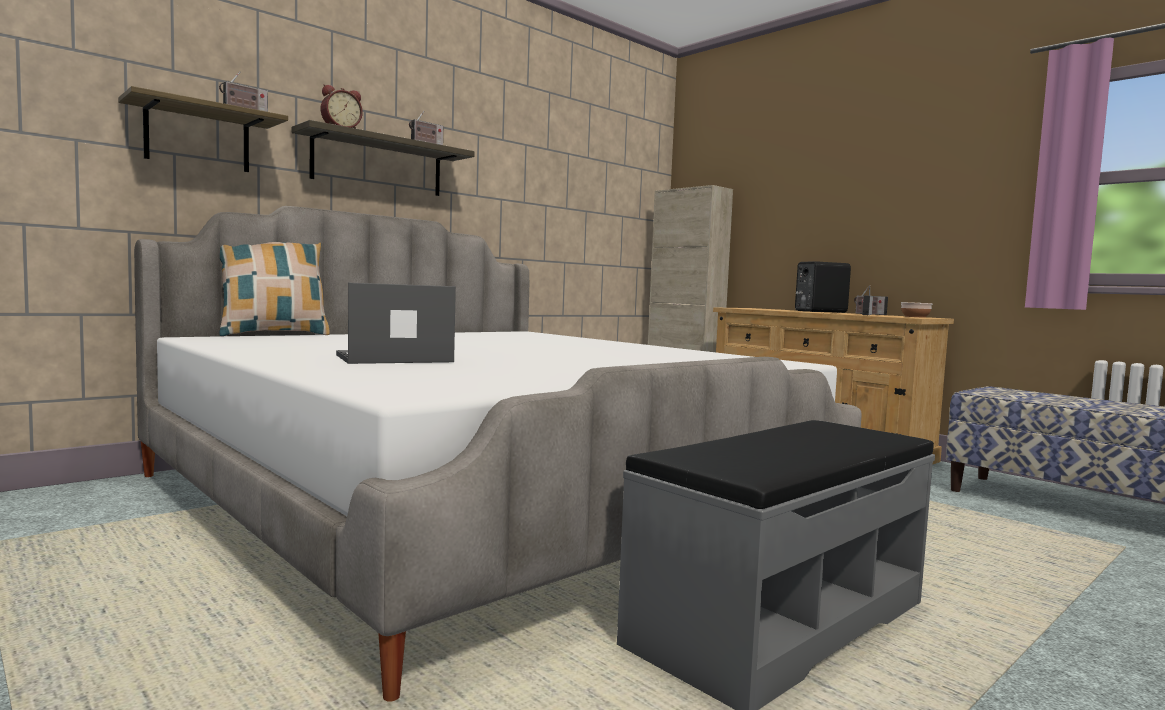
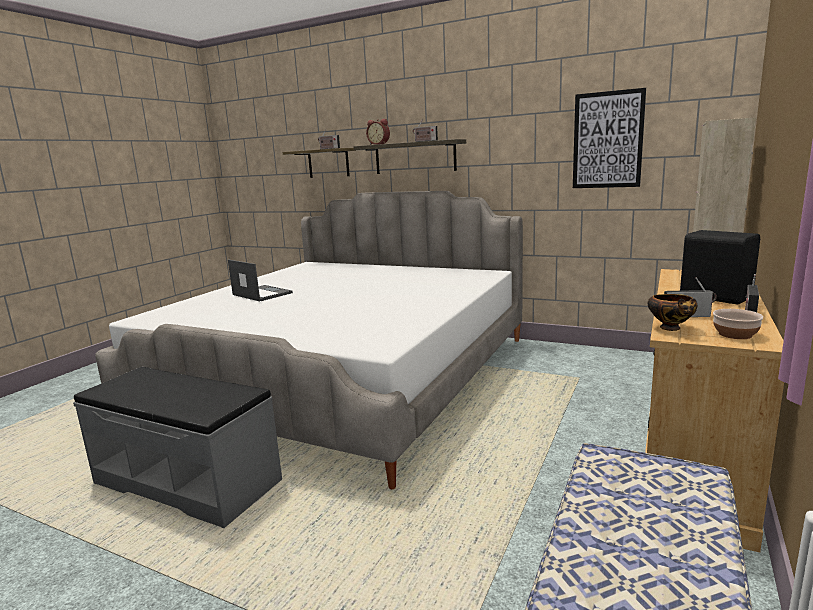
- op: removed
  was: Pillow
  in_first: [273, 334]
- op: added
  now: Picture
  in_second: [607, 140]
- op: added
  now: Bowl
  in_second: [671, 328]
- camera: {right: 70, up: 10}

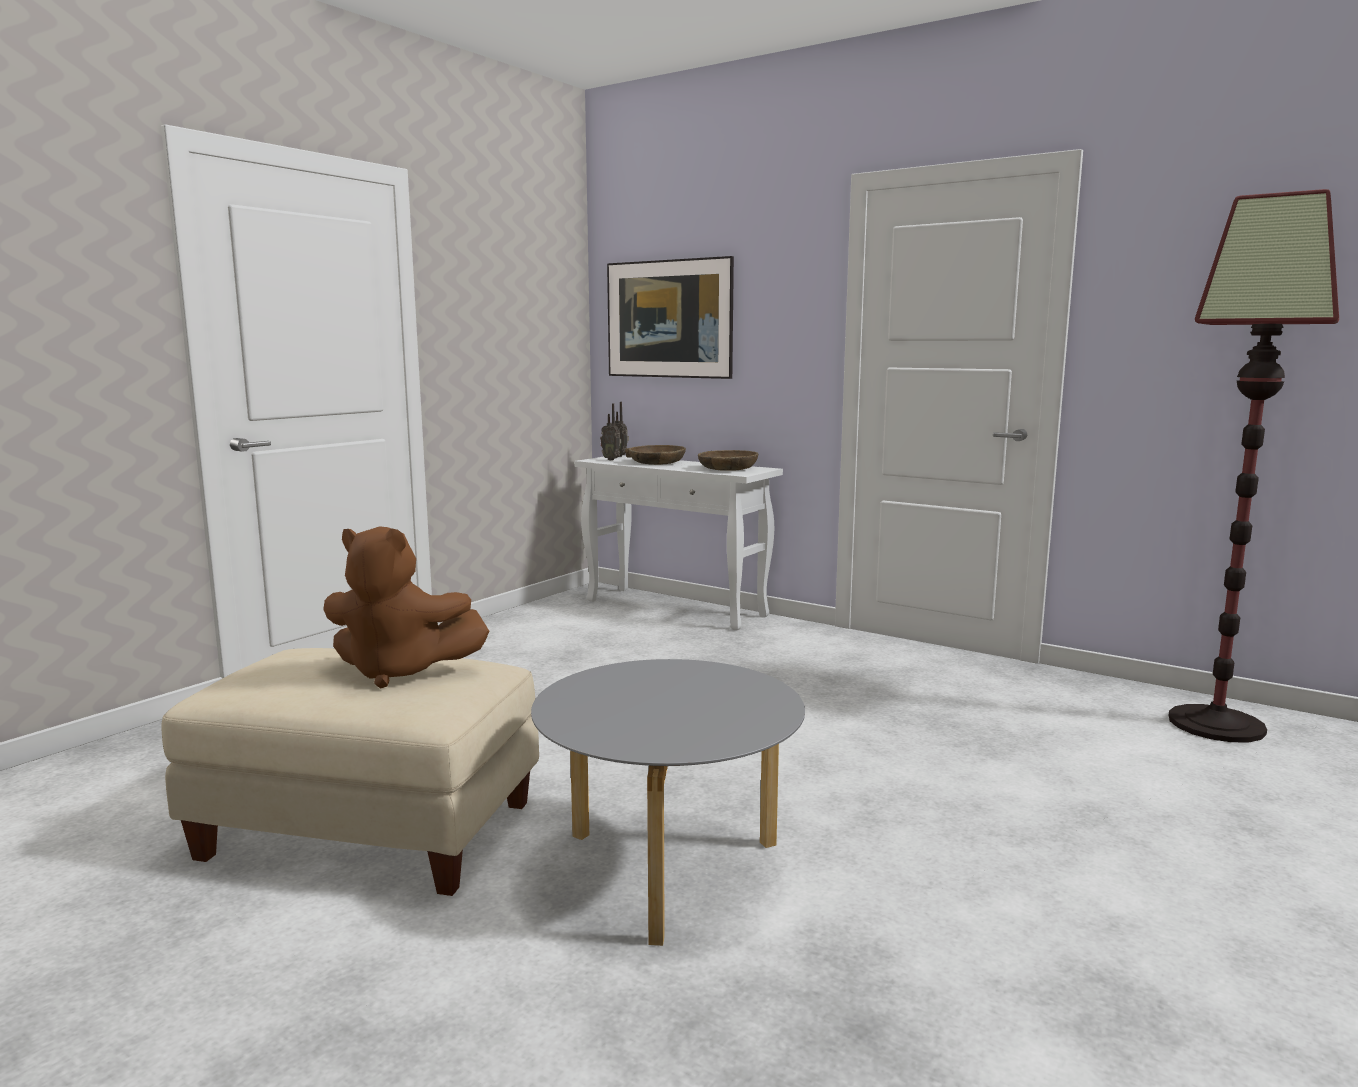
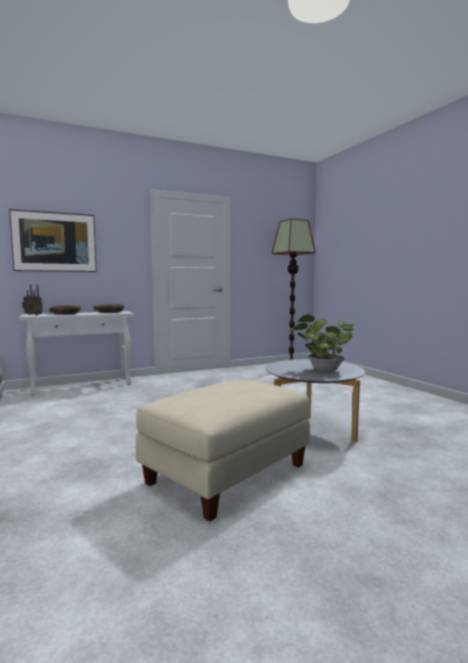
- op: removed
  was: BrownPlushToy
  in_first: [400, 672]
- op: added
  now: PottedPlant
  in_second: [322, 370]
- camera: {right: -60, up: -5}

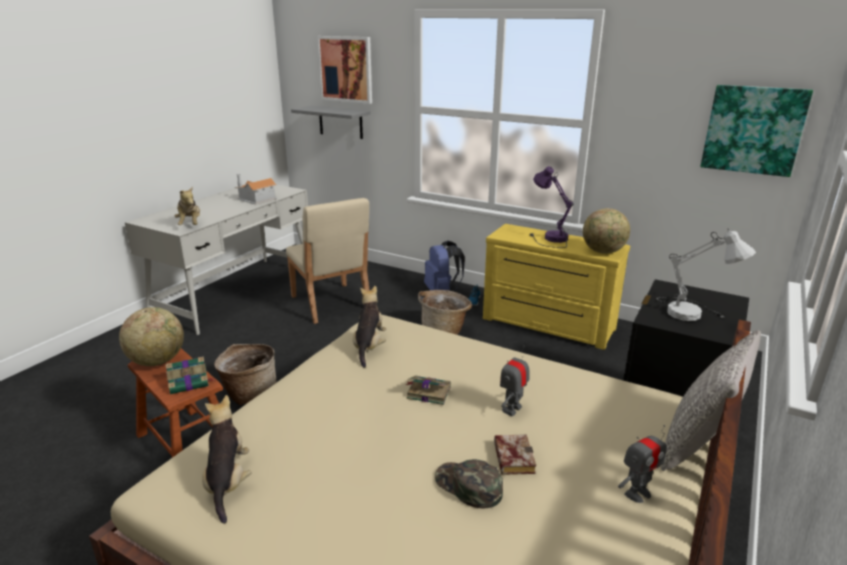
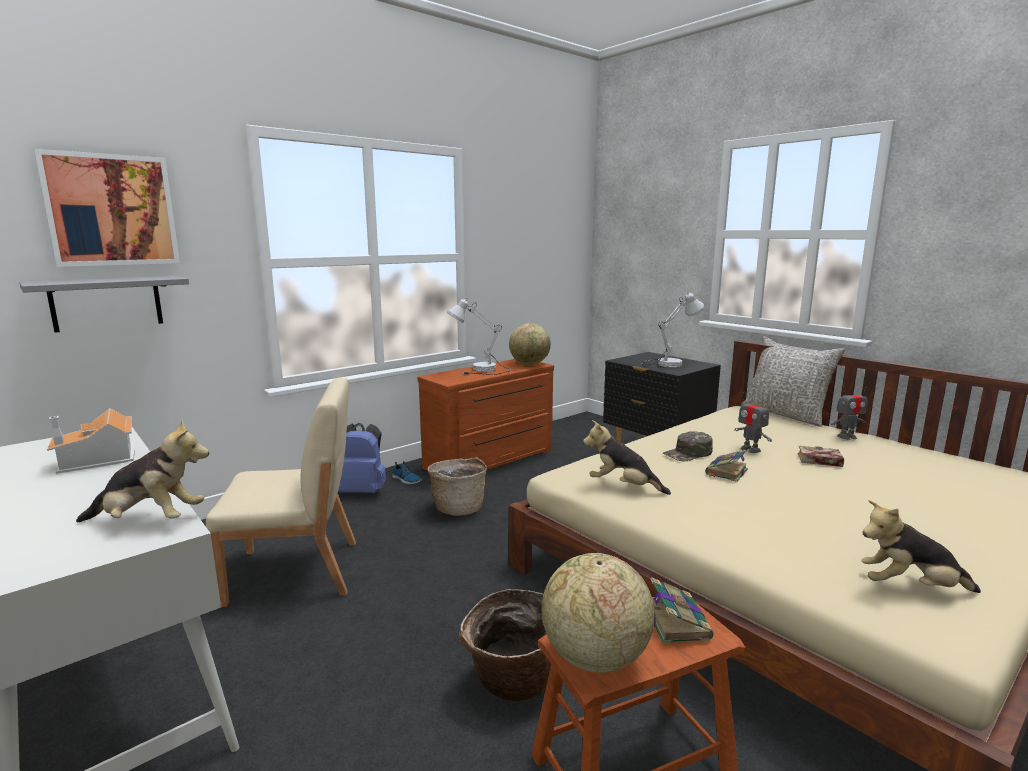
- op: moved
  was: GreenCap
  in_first: [468, 486]
  in_second: [688, 453]
- op: recoloured
  was: YellowDresser
  now: BrownDresser
  in_first: [547, 325]
  in_second: [491, 460]
- op: recoloured
  was: PurpleTableLamp
  now: WhiteTableLamp
  in_first: [548, 239]
  in_second: [480, 371]
- op: turned
  was: ToyRobot
  in_first: [637, 493]
  in_second: [847, 437]
  clockwise: 90
- op: removed
  was: Picture
  in_first: [753, 130]
- camera: {right: -70, up: -10}

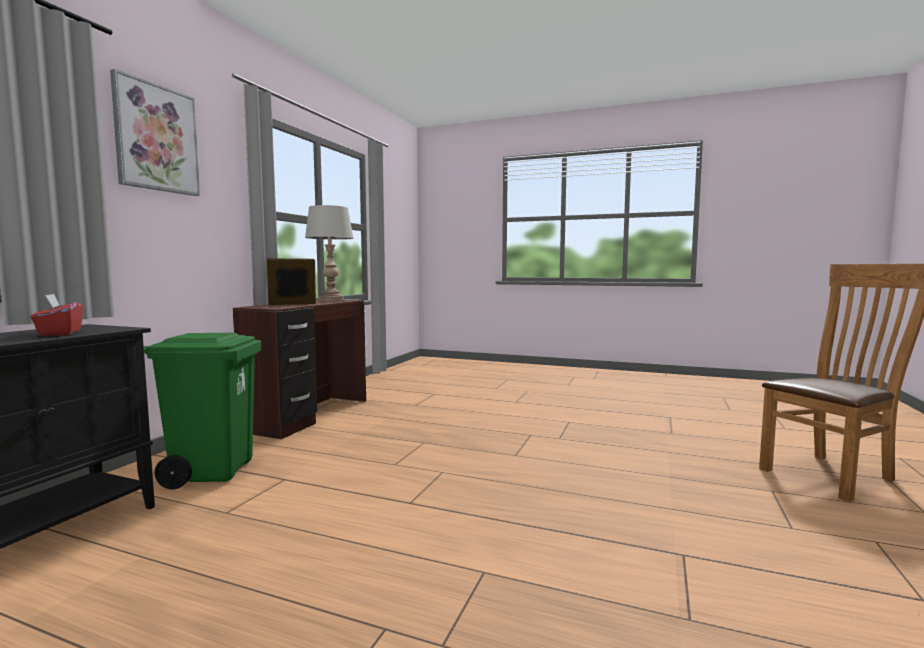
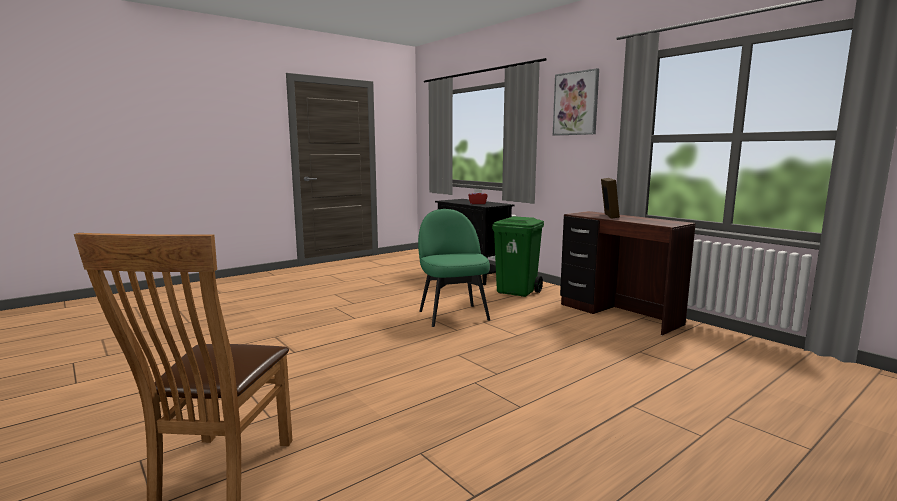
- op: removed
  was: GreyTableLamp
  in_first: [331, 300]
- op: added
  now: GreenChair
  in_second: [453, 315]
- camera: {right: 120, up: 5}

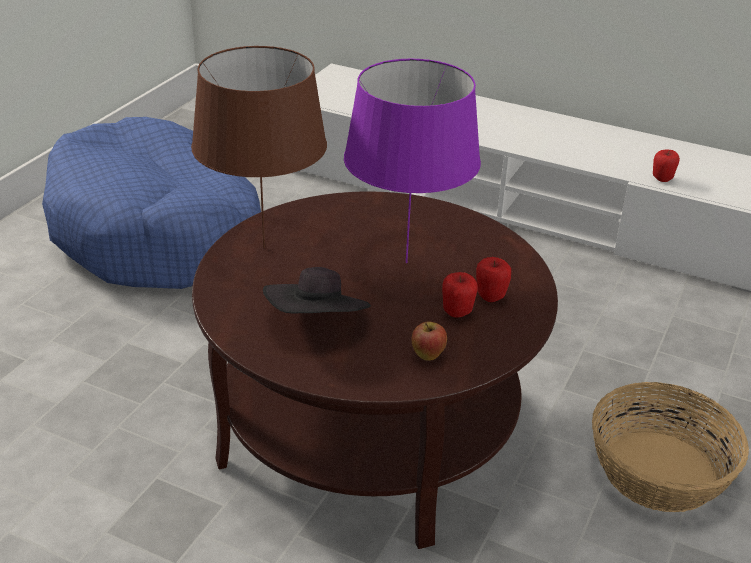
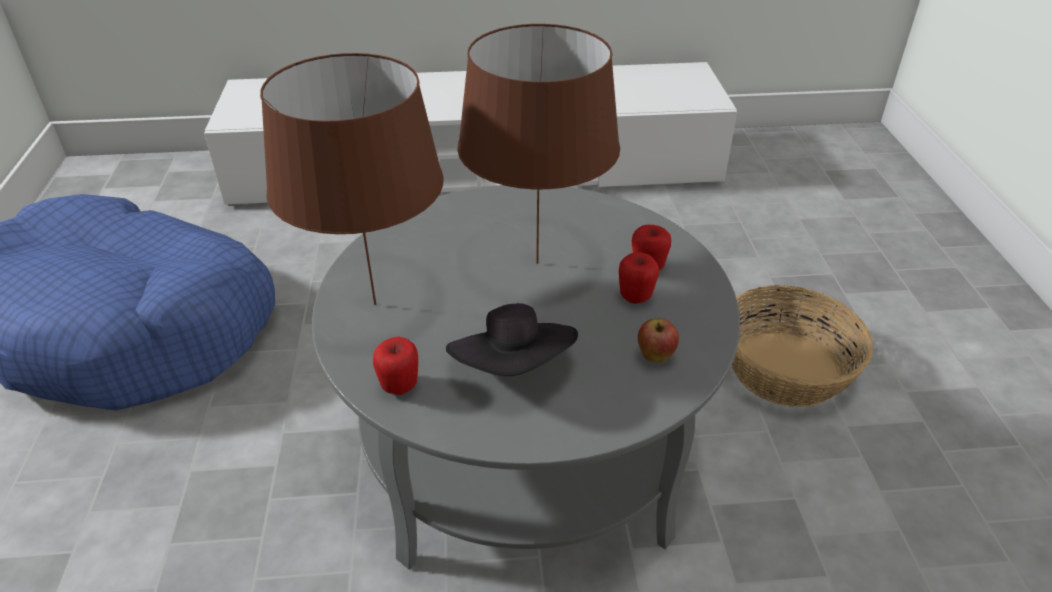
- op: recoloured
  was: BrownCoffeeTable
  now: GreyCoffeeTable
  in_first: [370, 430]
  in_second: [525, 447]
- op: recoloured
  was: PurpleTableLamp
  now: BrownTableLamp
  in_first: [407, 262]
  in_second: [538, 262]
- op: moved
  was: Apple
  in_first: [662, 179]
  in_second: [399, 386]
- camera: {right: -30, up: 5}

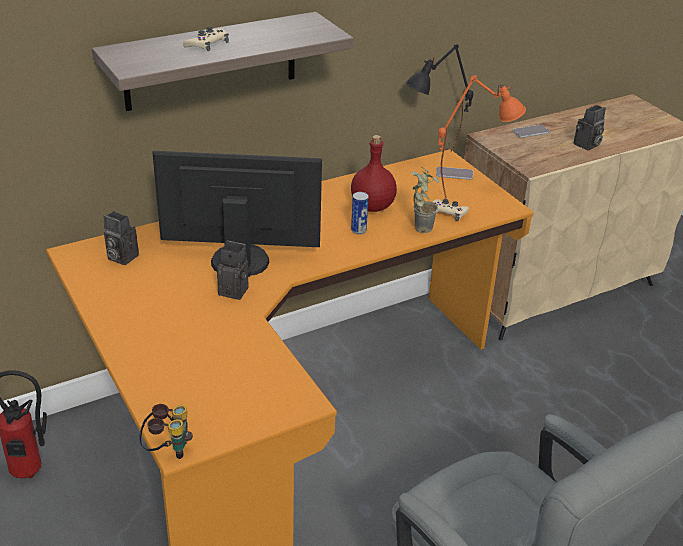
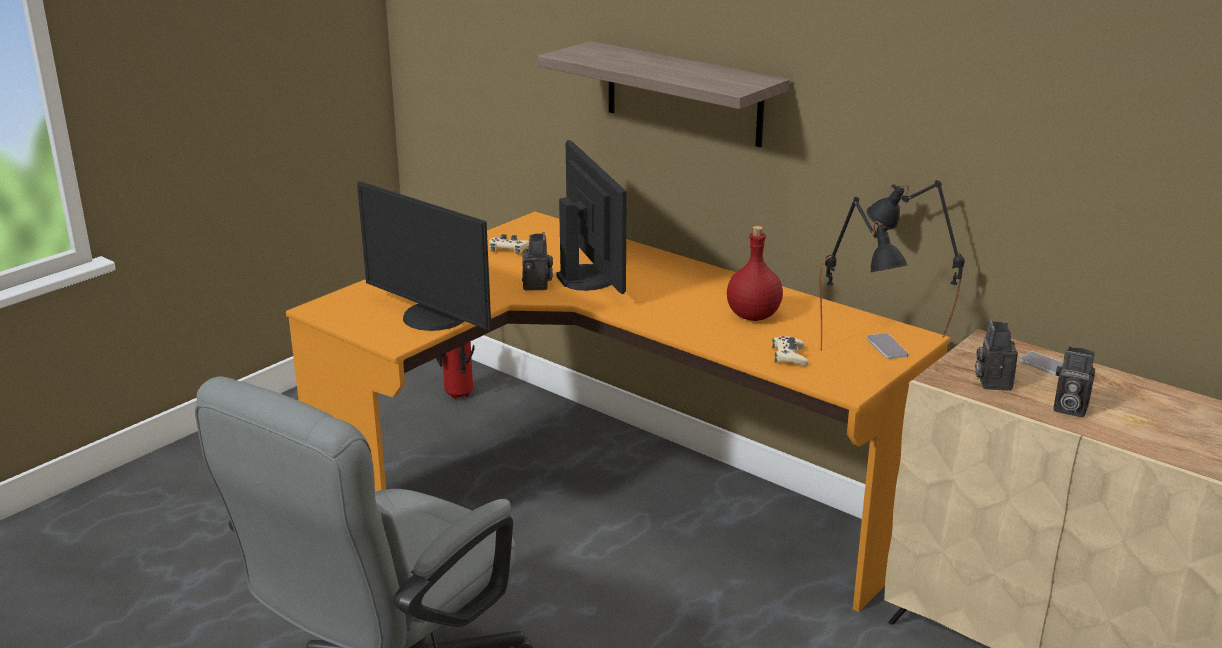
- op: moved
  was: PhotoCamera
  in_first: [120, 257]
  in_second: [992, 382]
- op: removed
  was: Binoculars
  in_first: [167, 449]
- op: moved
  was: BeigeGameController
  in_first: [207, 44]
  in_second: [508, 249]
- op: removed
  was: Can
  in_first: [358, 230]
- op: removed
  was: PottedPlant
  in_first: [419, 226]
- op: recoloured
  was: OrangeTableLamp
  now: BlackTableLamp
  in_first: [471, 193]
  in_second: [854, 363]
- op: added
  now: Monitor
  in_second: [432, 318]
- camera: {right: 70, up: -10}

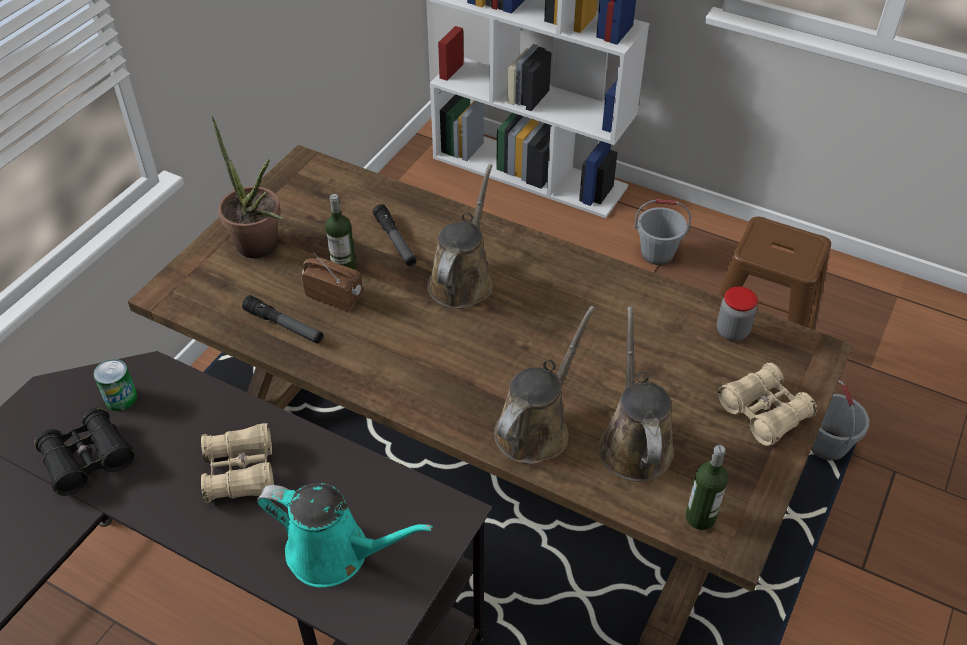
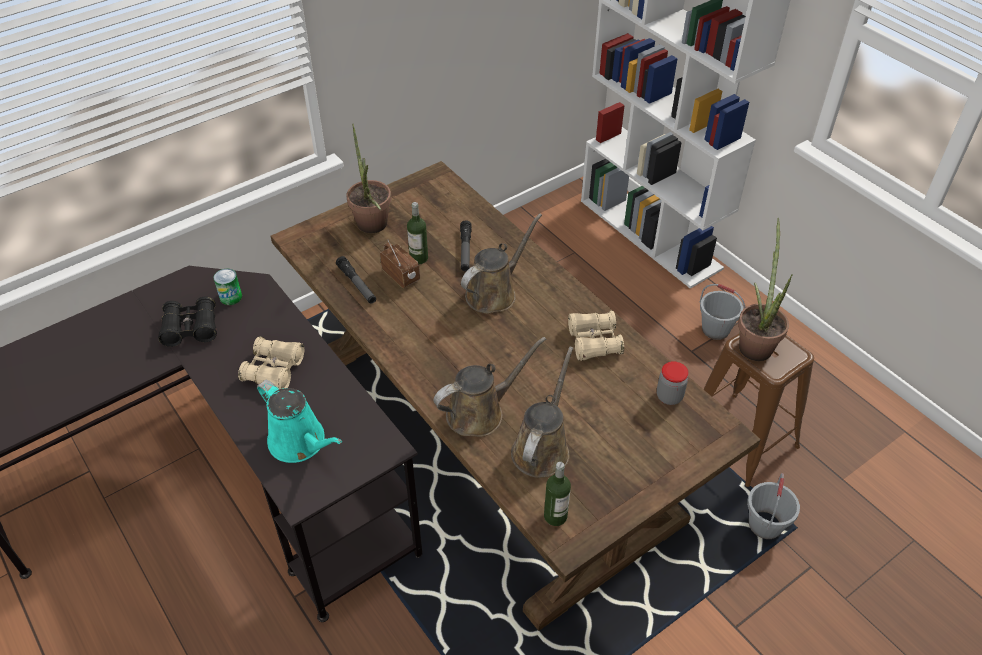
- op: moved
  was: BeigeBinoculars
  in_first: [763, 412]
  in_second: [594, 342]
- op: added
  now: PottedPlant
  in_second: [755, 343]
- camera: {right: 25, up: 0}

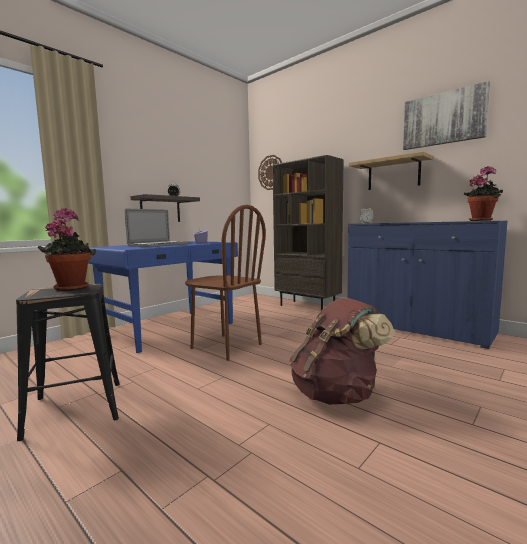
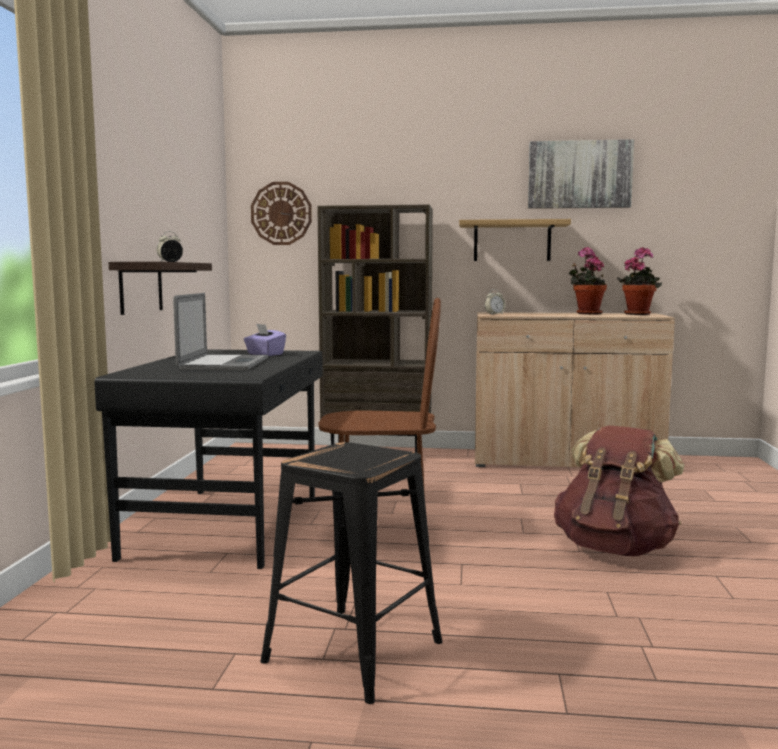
- op: moved
  was: PottedPlant
  in_first: [71, 288]
  in_second: [586, 313]
- op: recoloured
  was: BlueDesk
  now: BlackDesk
  in_first: [171, 329]
  in_second: [229, 524]
- op: recoloured
  was: BlueCabinet
  now: BeigeCabinet
  in_first: [417, 328]
  in_second: [564, 461]
- camera: {right: -35, up: 0}

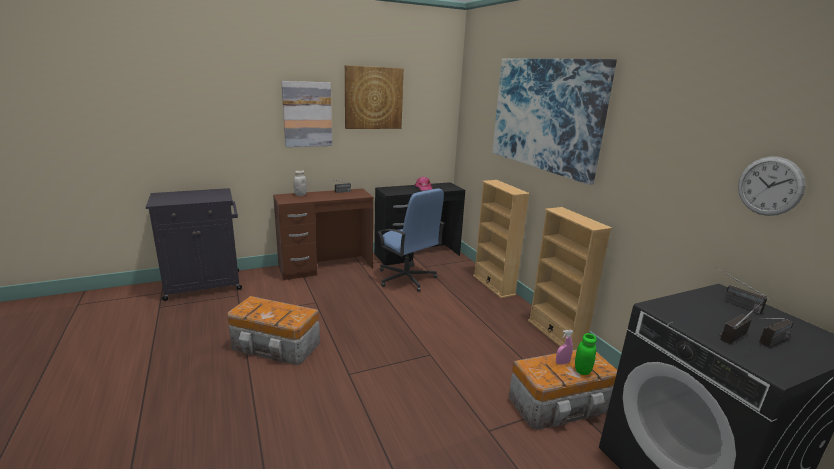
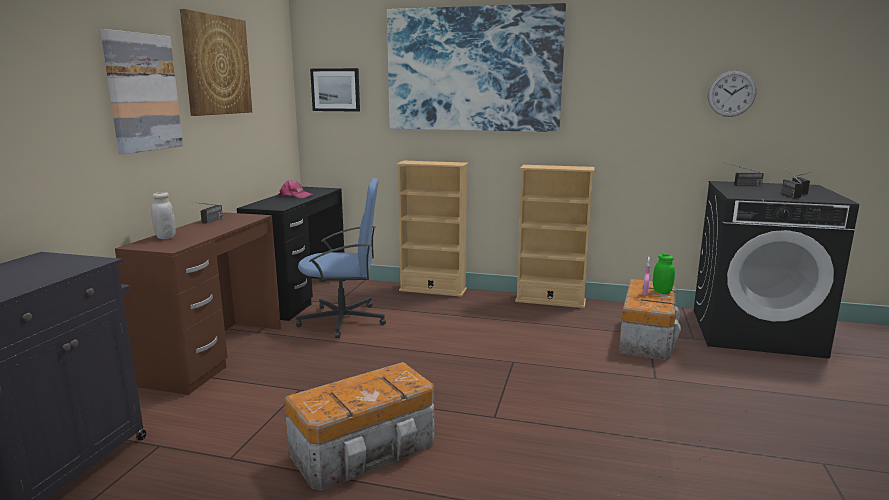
- op: added
  now: Picture
  in_second: [335, 90]
- camera: {right: -50, up: -5}

